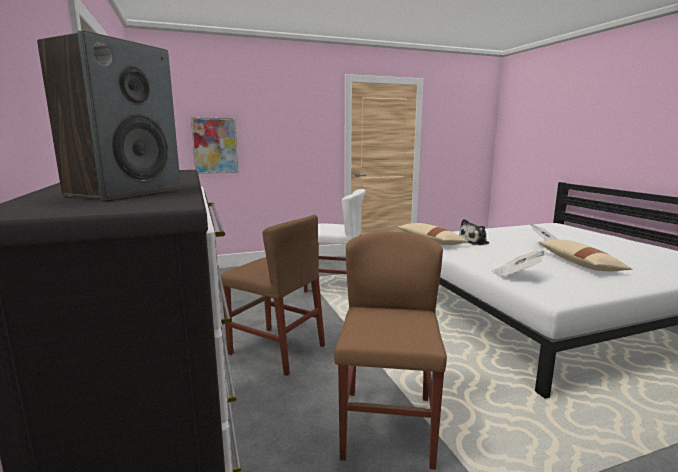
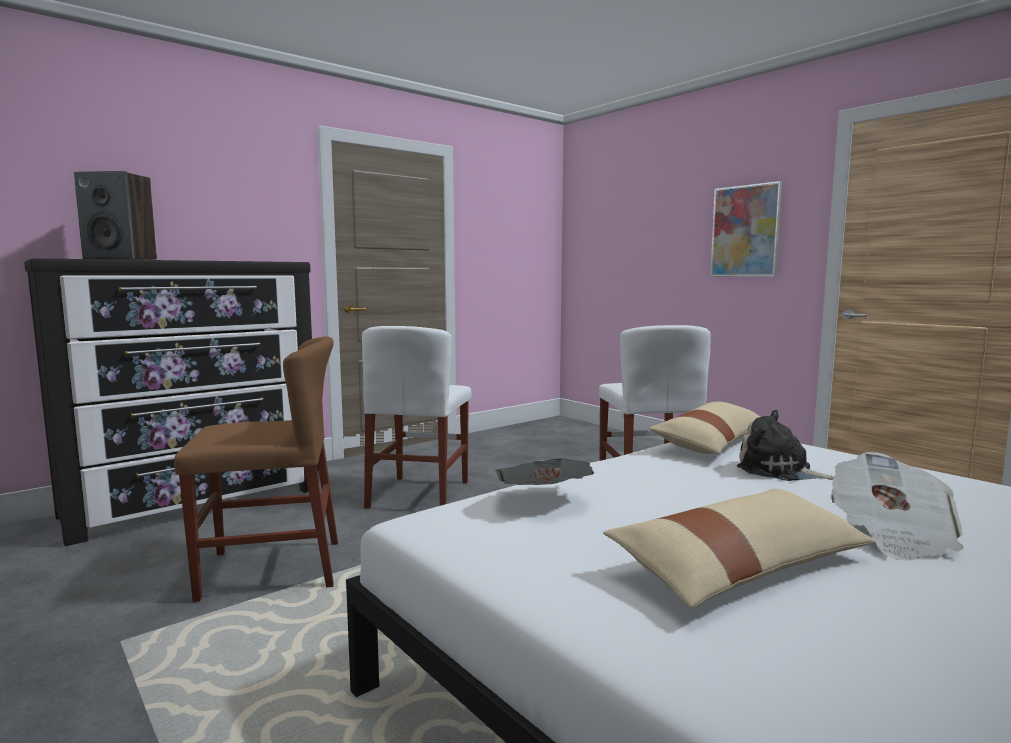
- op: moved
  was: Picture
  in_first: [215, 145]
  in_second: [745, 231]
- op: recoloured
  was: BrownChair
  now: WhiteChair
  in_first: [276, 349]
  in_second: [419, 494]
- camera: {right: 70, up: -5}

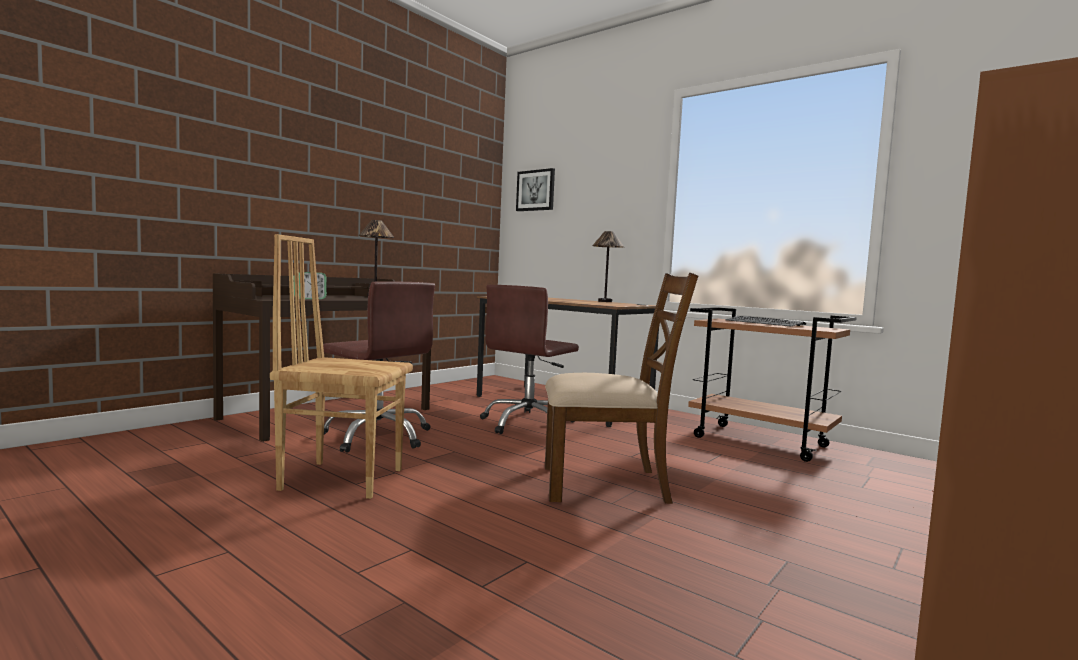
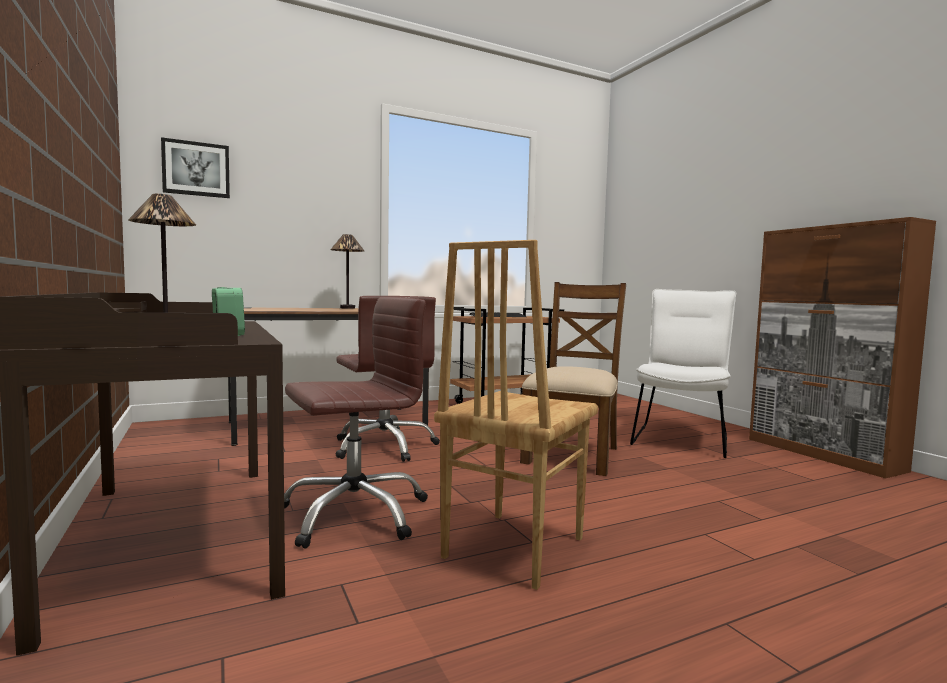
- op: added
  now: WhiteChair
  in_second: [681, 438]
- camera: {right: -65, up: 0}

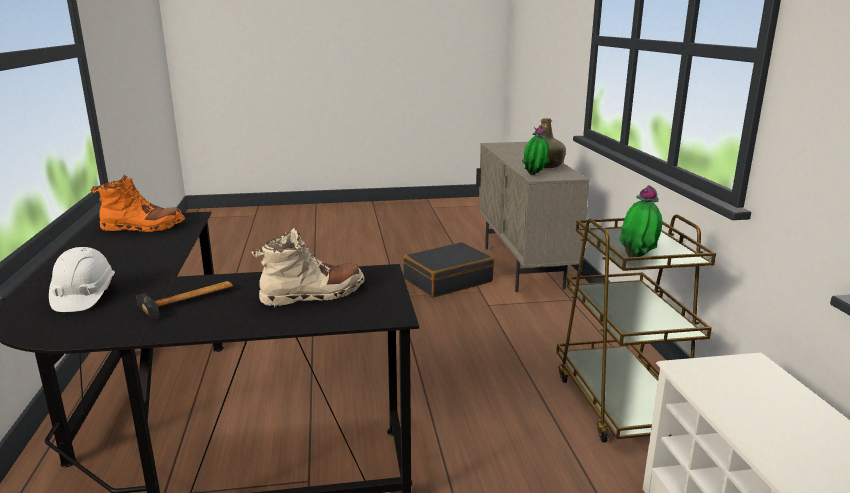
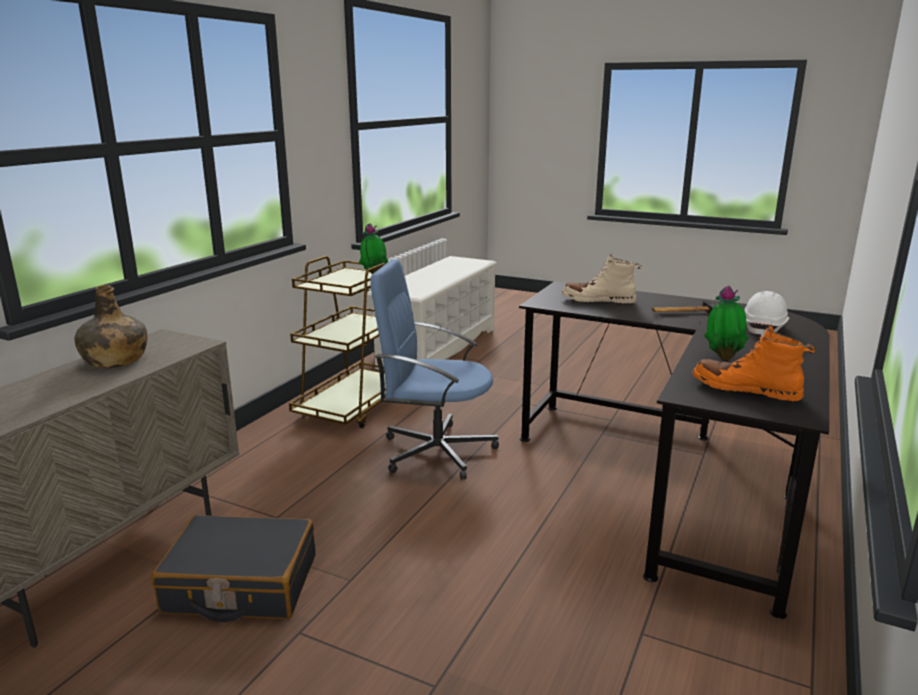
- op: moved
  was: PottedPlant
  in_first: [534, 175]
  in_second: [723, 358]
- op: added
  now: BlueOfficeChair
  in_second: [436, 451]
- camera: {right: -145, up: 0}

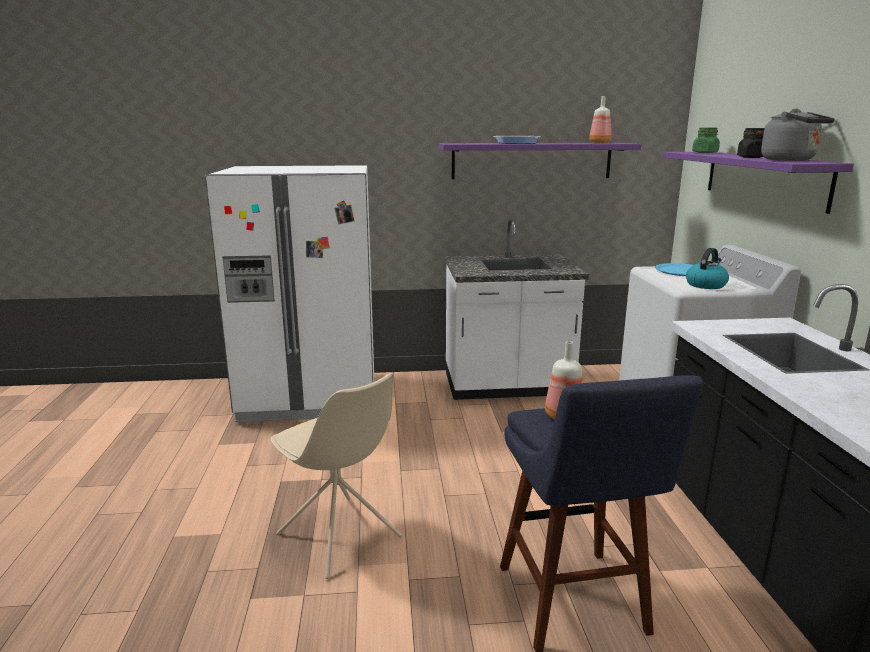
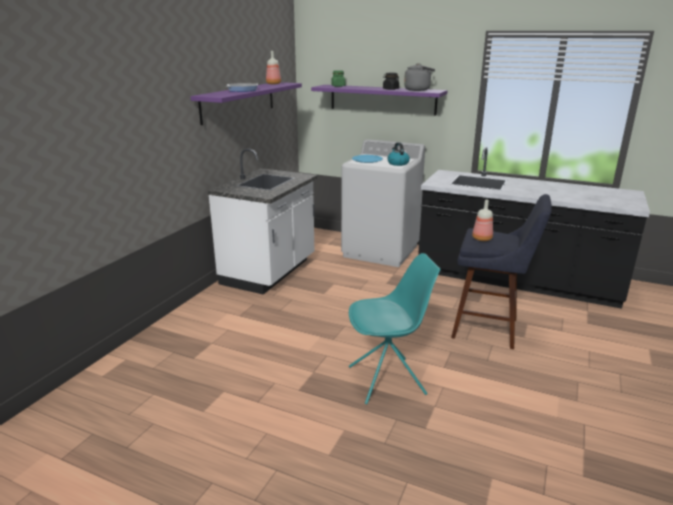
- op: removed
  was: WhiteFridge
  in_first: [310, 397]
- op: recoloured
  was: BeigeChair
  now: TurquoiseChair
  in_first: [340, 537]
  in_second: [388, 380]
- camera: {right: -60, up: 5}

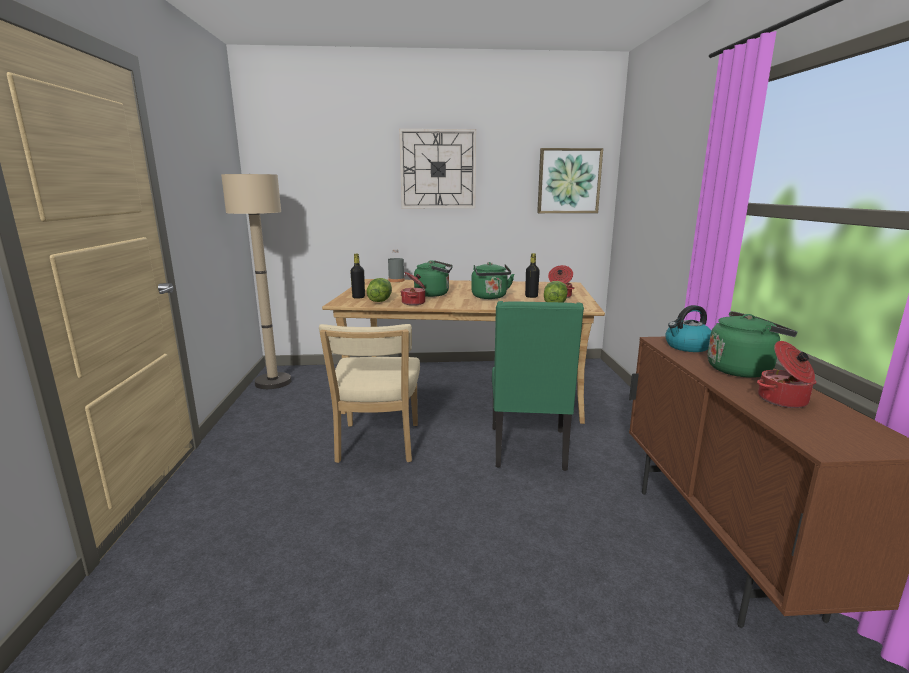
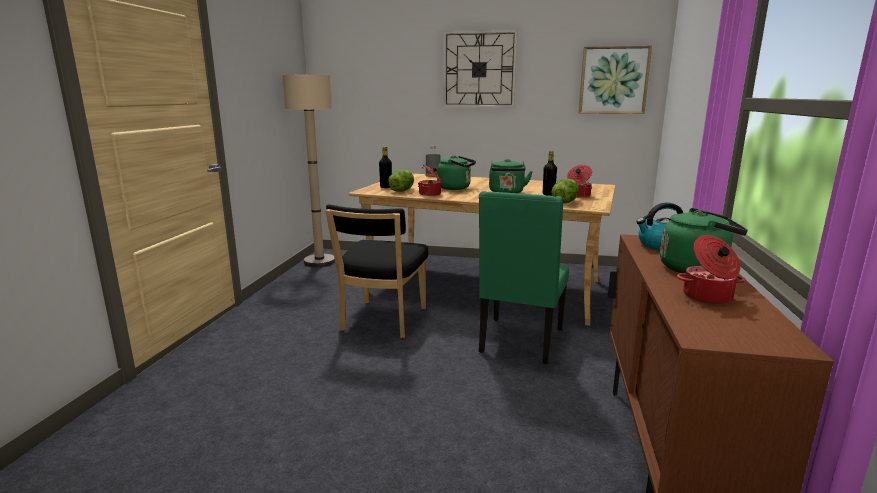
- op: recoloured
  was: BeigeChair
  now: BlackChair
  in_first: [377, 445]
  in_second: [381, 321]
- camera: {right: 15, up: 0}

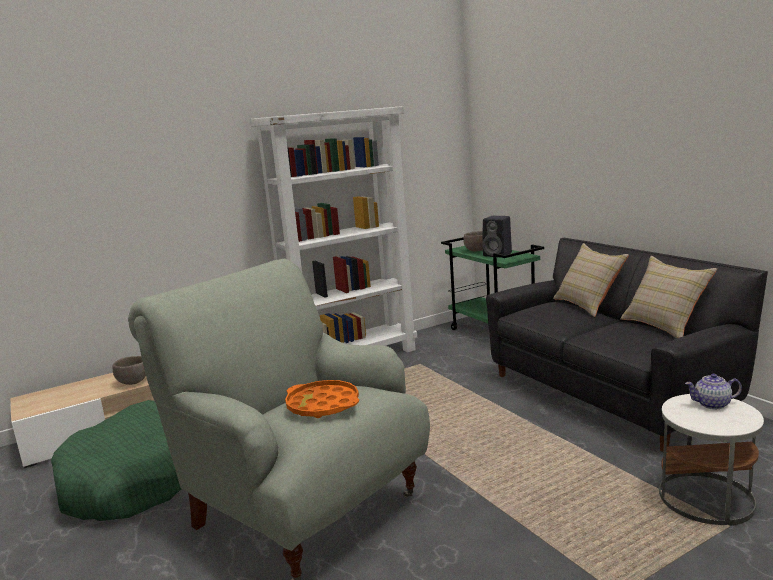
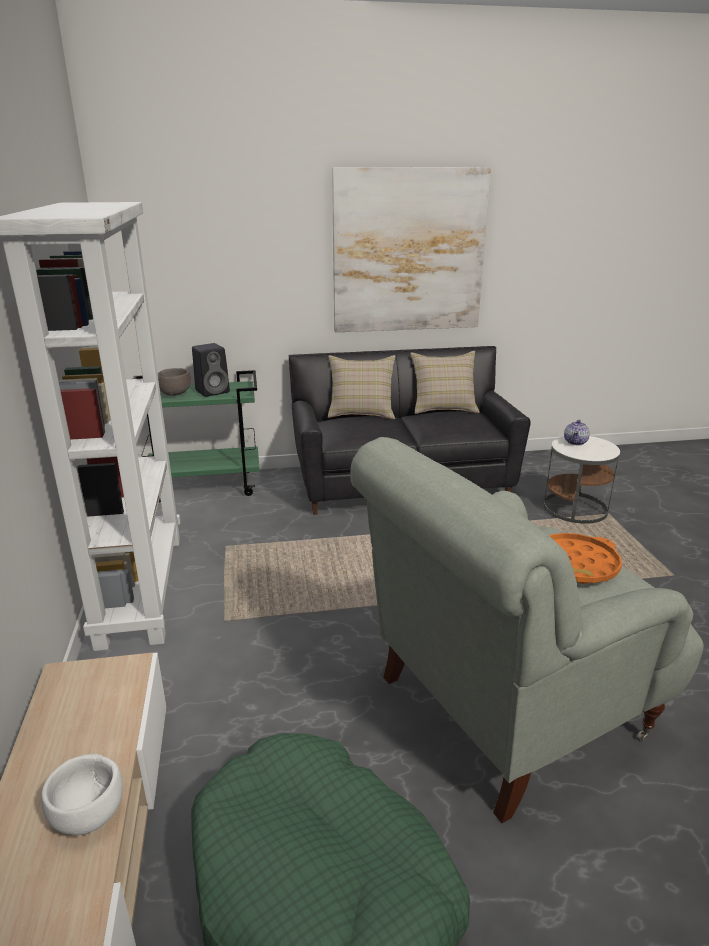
- op: recoloured
  was: BrownBowl
  now: WhiteBowl
  in_first: [133, 382]
  in_second: [89, 815]
- op: added
  now: Picture
  in_second: [409, 251]
- camera: {right: -70, up: 10}

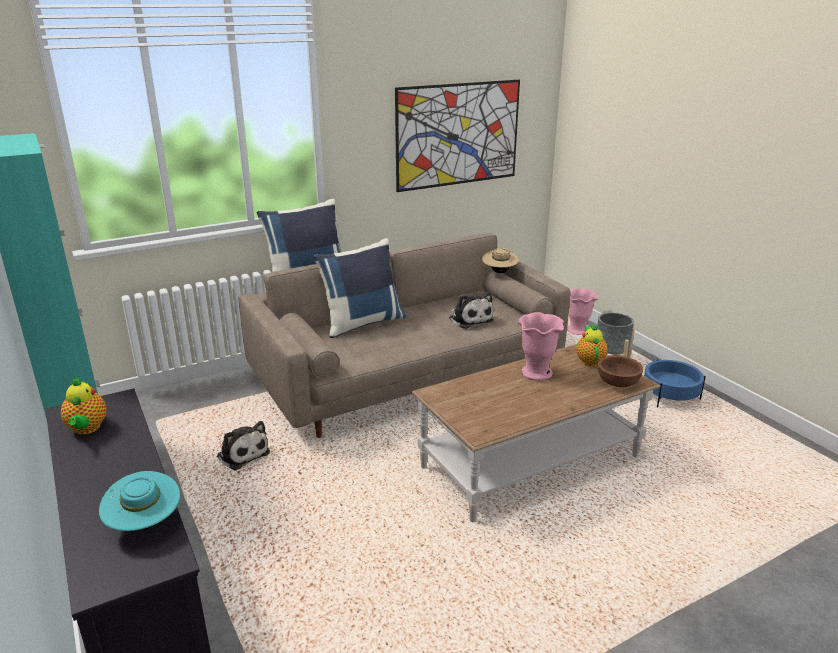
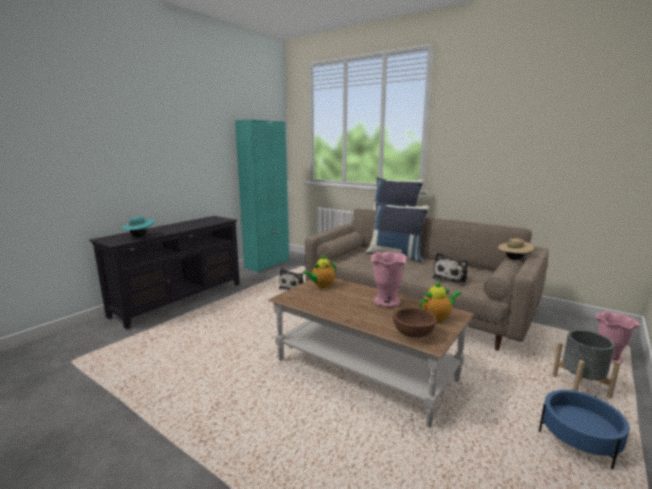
- op: moved
  was: Teapot
  in_first: [87, 429]
  in_second: [321, 285]
- op: removed
  was: Picture
  in_first: [458, 134]
- camera: {right: 65, up: -10}

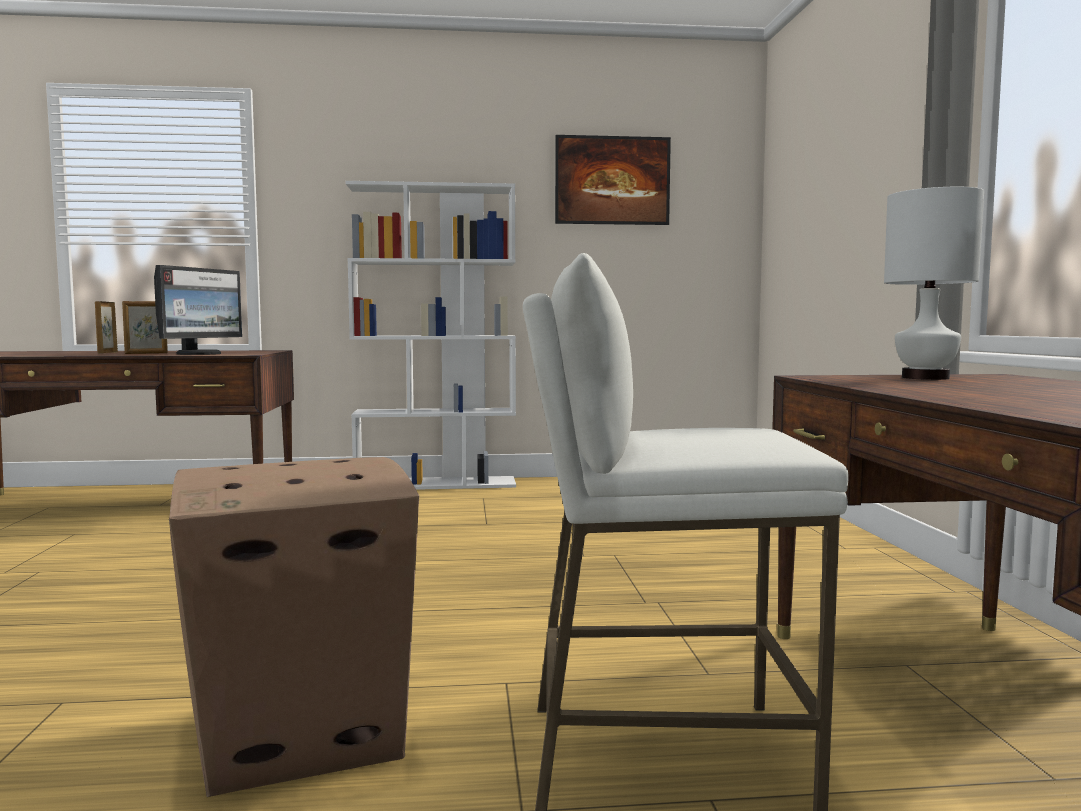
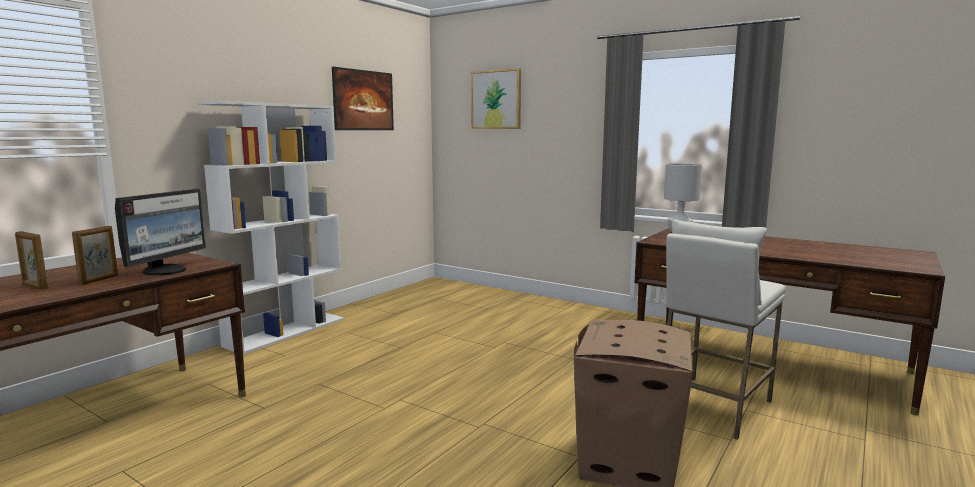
- op: turned
  was: Monitor
  in_first: [200, 354]
  in_second: [166, 270]
  clockwise: 45
- op: added
  now: Picture
  in_second: [496, 99]
- camera: {right: -50, up: 5}

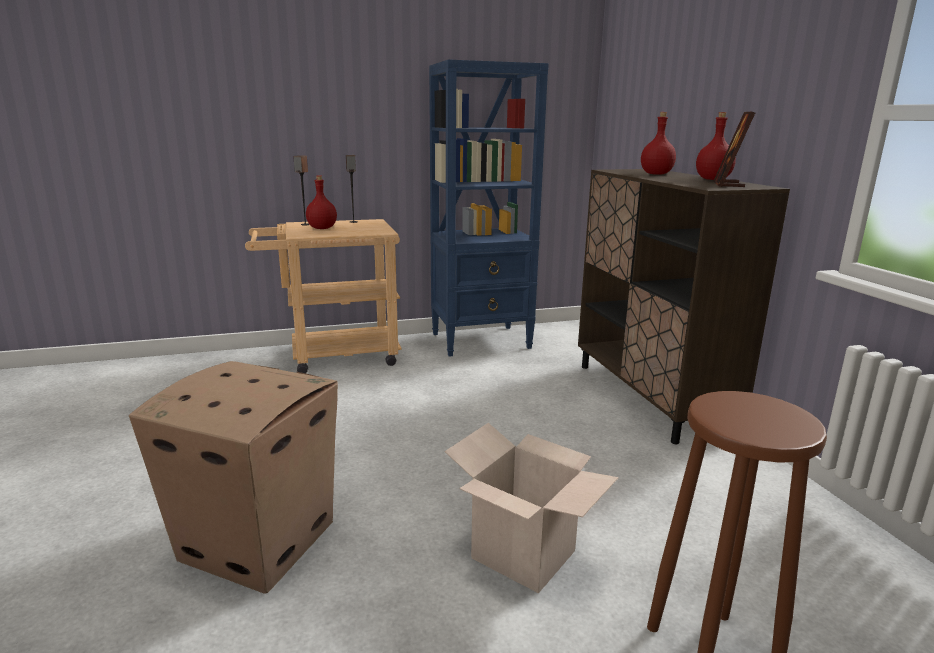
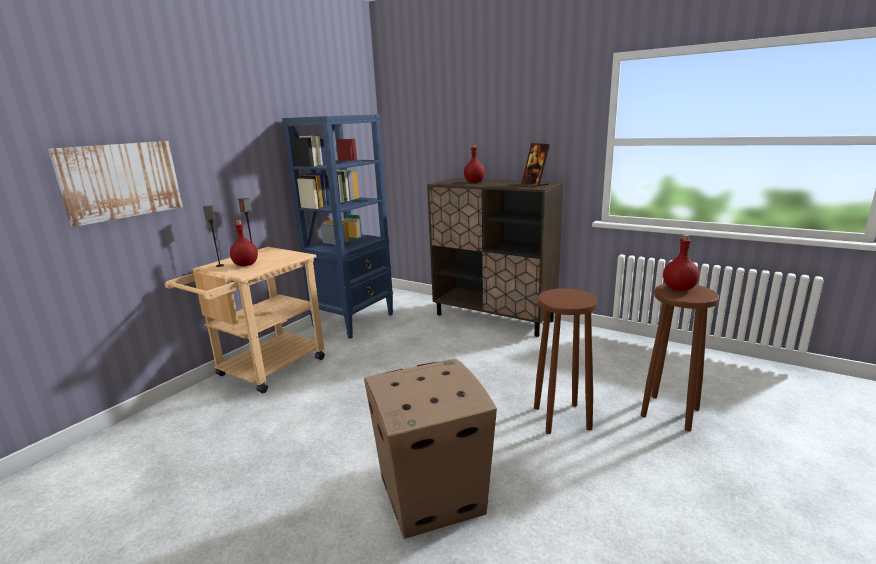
- op: replaced
  was: CardboardBox
  now: BrownStool
  in_first: [523, 554]
  in_second: [561, 418]
- op: moved
  was: RedBottle
  in_first: [713, 179]
  in_second: [678, 288]
- op: added
  now: Picture
  in_second: [121, 180]
- camera: {right: -40, up: 0}

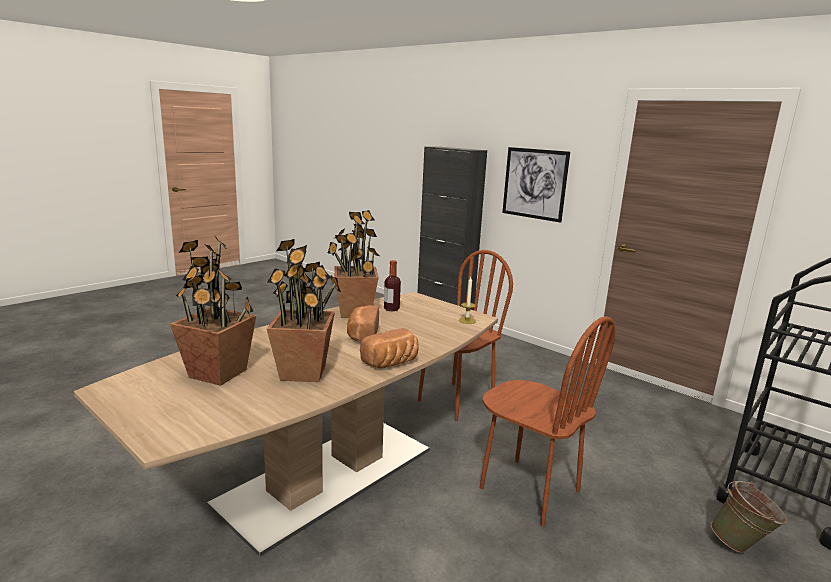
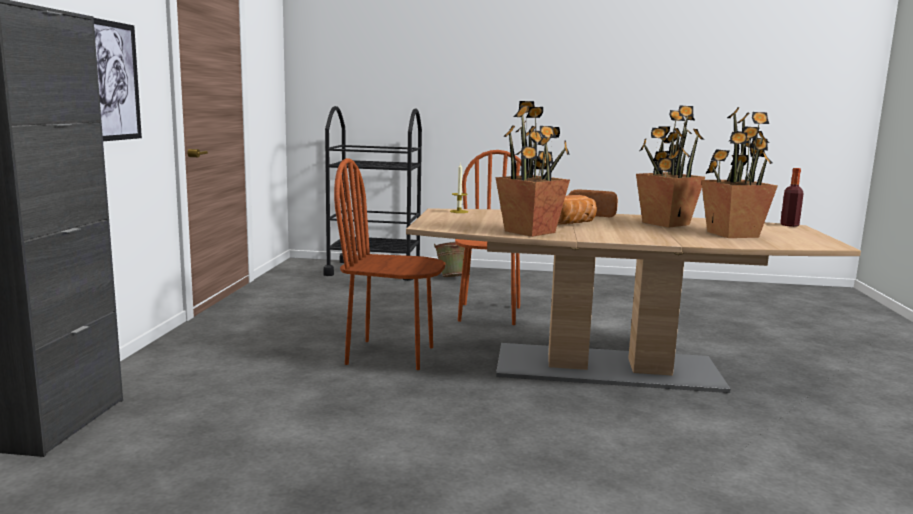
- op: moved
  was: Bottle
  in_first: [391, 309]
  in_second: [789, 225]
- camera: {right: -125, up: -5}

